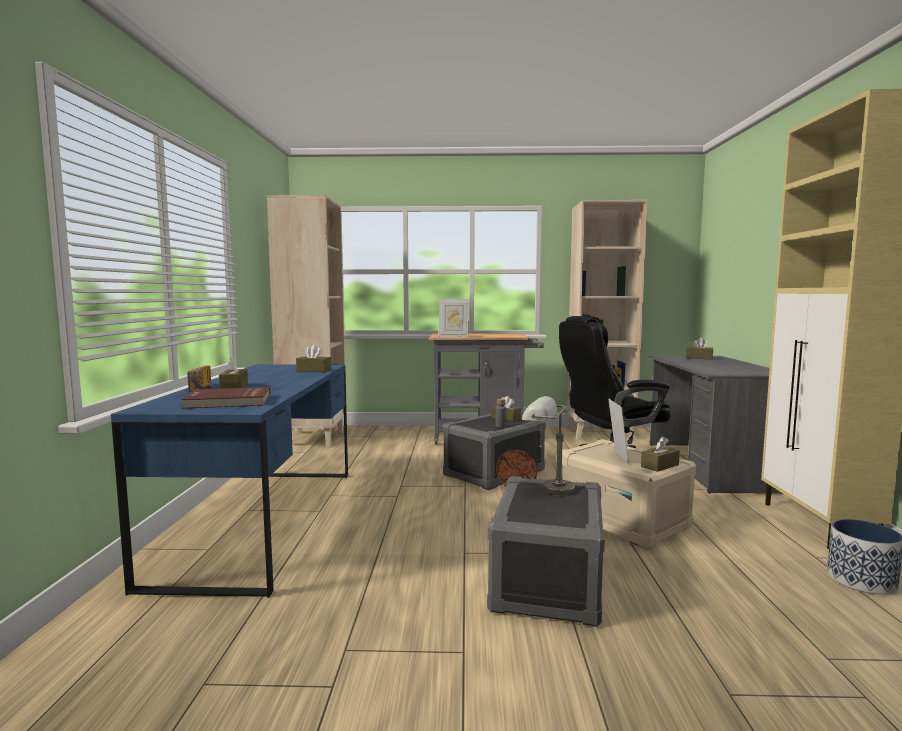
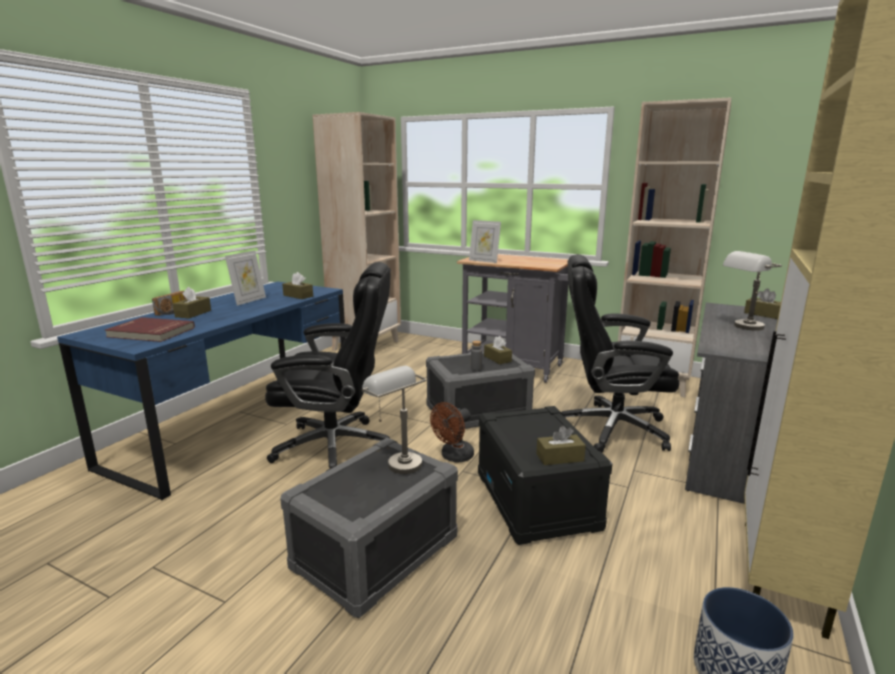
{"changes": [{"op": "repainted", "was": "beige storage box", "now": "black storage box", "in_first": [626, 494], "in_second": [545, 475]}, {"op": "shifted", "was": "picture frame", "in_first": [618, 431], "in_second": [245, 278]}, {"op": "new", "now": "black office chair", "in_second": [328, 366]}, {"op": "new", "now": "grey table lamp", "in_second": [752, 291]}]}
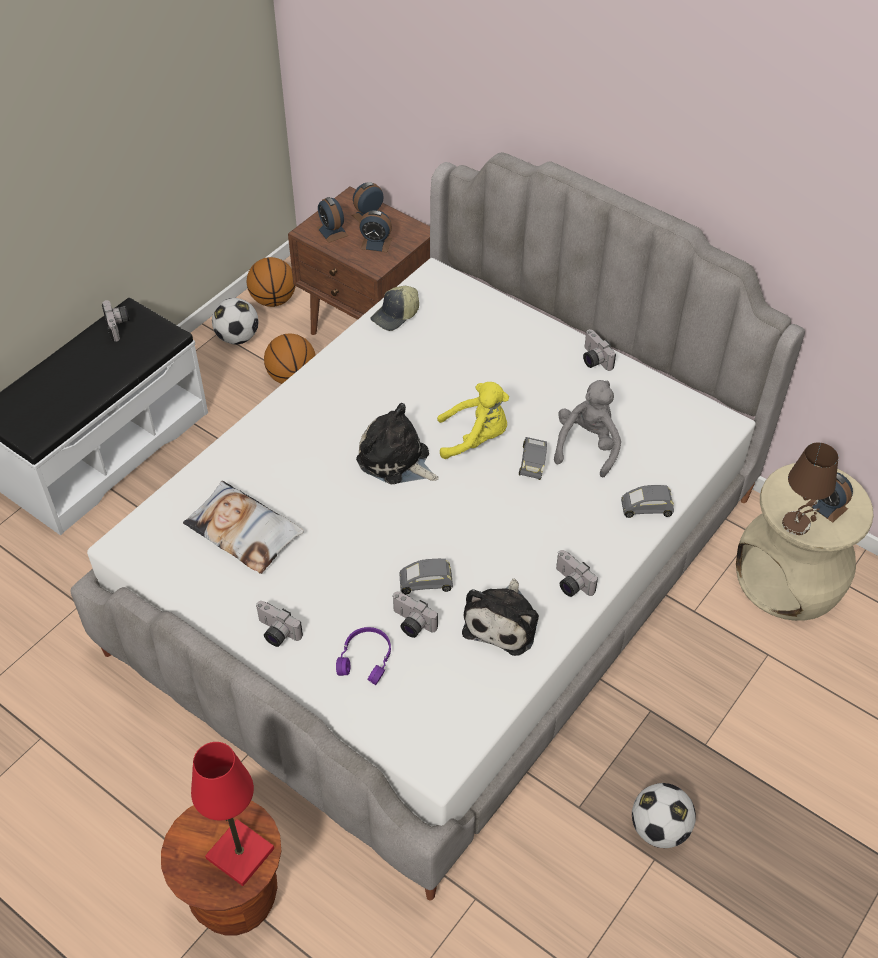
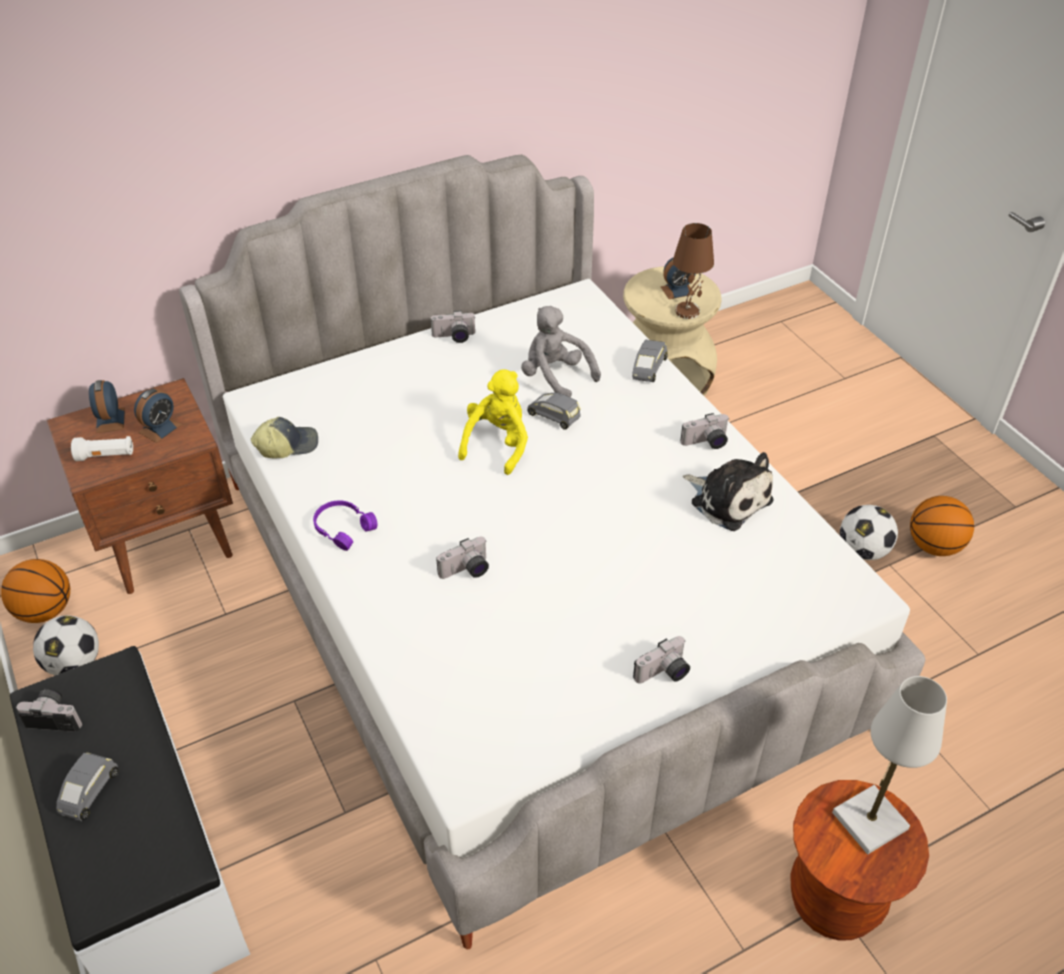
{"changes": [{"op": "gone", "was": "pillow", "in_first": [243, 527]}, {"op": "repainted", "was": "red table lamp", "now": "white table lamp", "in_first": [232, 814], "in_second": [889, 765]}, {"op": "shifted", "was": "basketball", "in_first": [290, 359], "in_second": [942, 526]}, {"op": "swapped", "was": "alarm clock", "now": "white flashlight", "in_first": [332, 220], "in_second": [102, 448]}, {"op": "shifted", "was": "purple headphones", "in_first": [363, 656], "in_second": [345, 525]}, {"op": "gone", "was": "plush toy", "in_first": [397, 443]}, {"op": "rotated", "was": "cap", "in_first": [394, 308], "in_second": [284, 438], "clockwise": -90}, {"op": "shifted", "was": "photo camera", "in_first": [415, 614], "in_second": [462, 558]}, {"op": "shifted", "was": "grey toy car", "in_first": [426, 576], "in_second": [87, 787]}]}
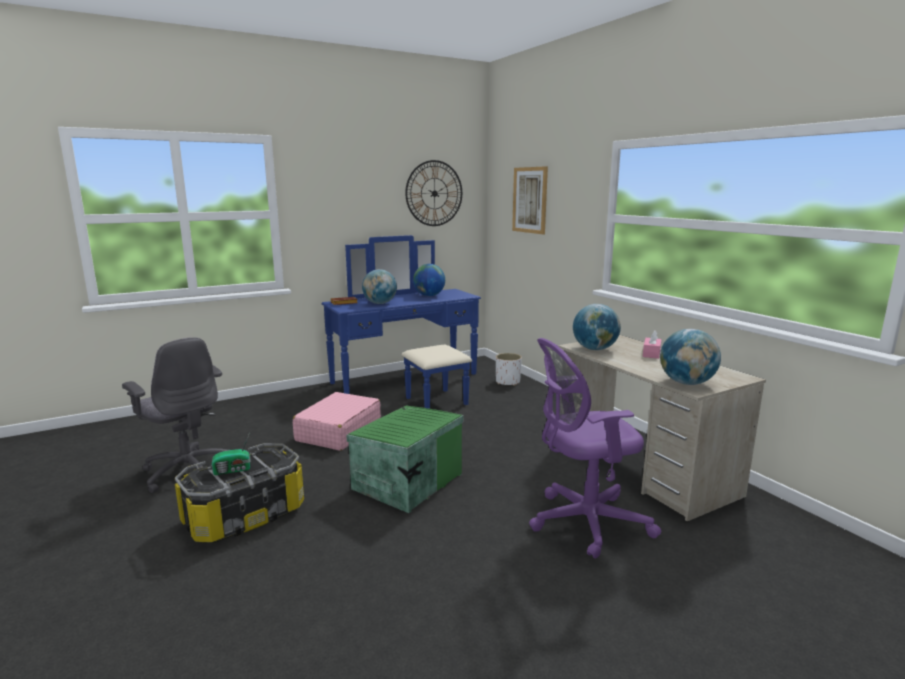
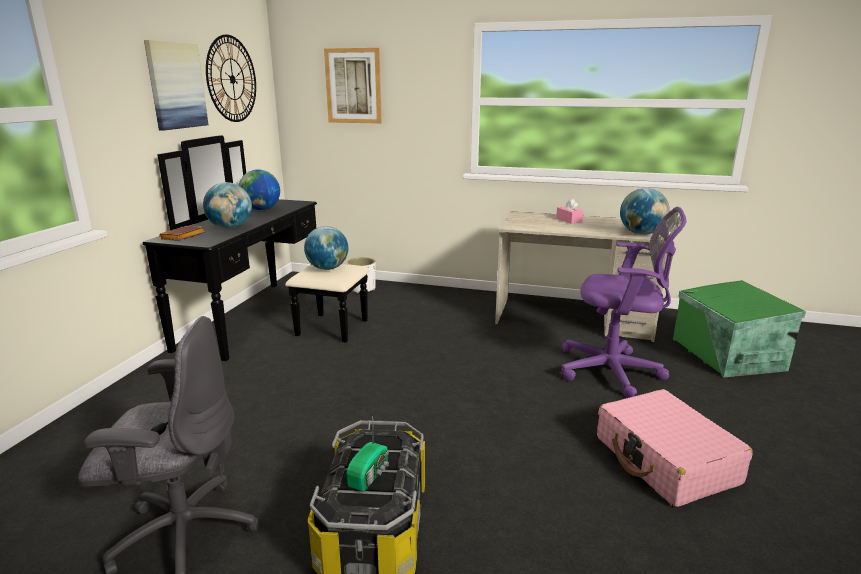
{"changes": [{"op": "shifted", "was": "pink suitcase", "in_first": [337, 421], "in_second": [675, 448]}, {"op": "repainted", "was": "blue dresser", "now": "black dresser", "in_first": [401, 322], "in_second": [256, 248]}, {"op": "shifted", "was": "green storage box", "in_first": [405, 459], "in_second": [739, 329]}, {"op": "rotated", "was": "purple office chair", "in_first": [595, 448], "in_second": [624, 302], "clockwise": -105}, {"op": "shifted", "was": "globe", "in_first": [597, 327], "in_second": [326, 248]}, {"op": "new", "now": "picture", "in_second": [176, 85]}]}
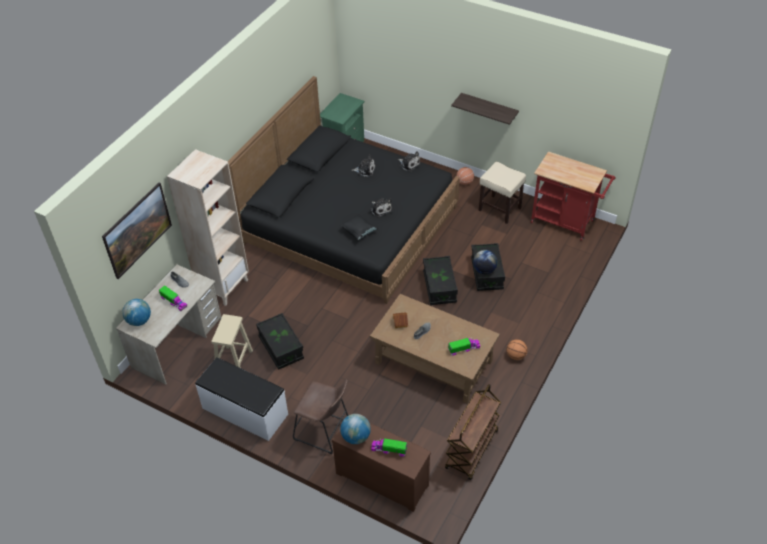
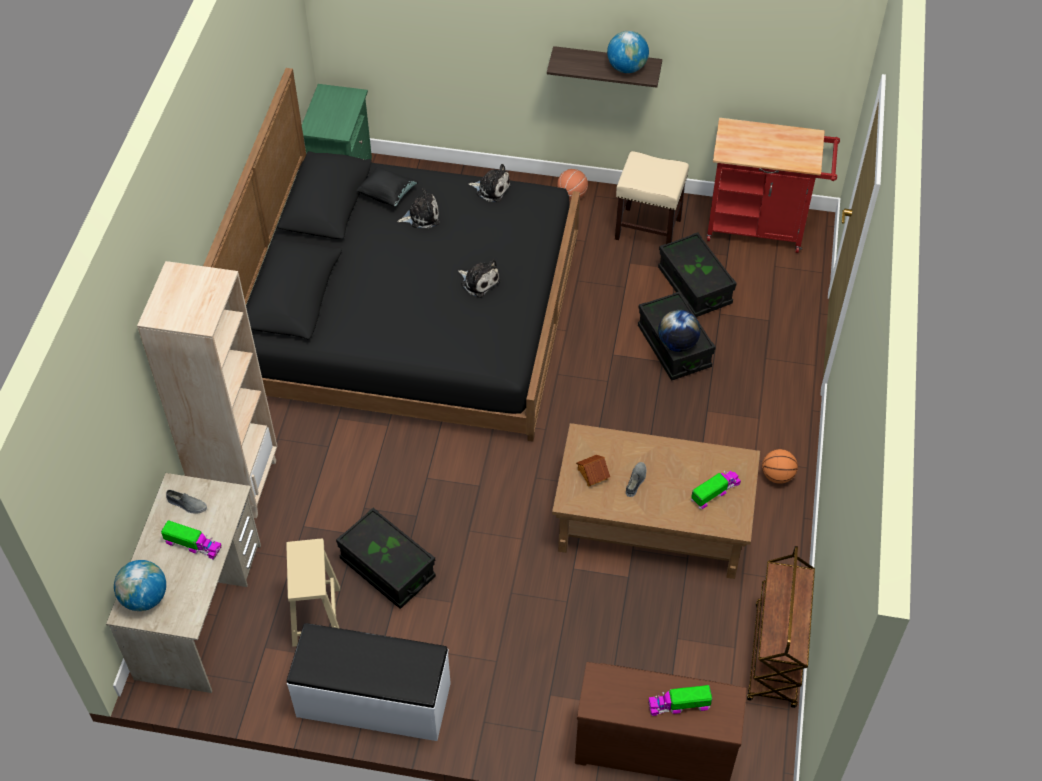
{"changes": [{"op": "gone", "was": "picture", "in_first": [137, 231]}, {"op": "gone", "was": "brown stool", "in_first": [320, 416]}, {"op": "shifted", "was": "black pillow", "in_first": [359, 227], "in_second": [387, 186]}, {"op": "shifted", "was": "globe", "in_first": [355, 429], "in_second": [628, 52]}, {"op": "shifted", "was": "black storage box", "in_first": [440, 280], "in_second": [697, 274]}]}
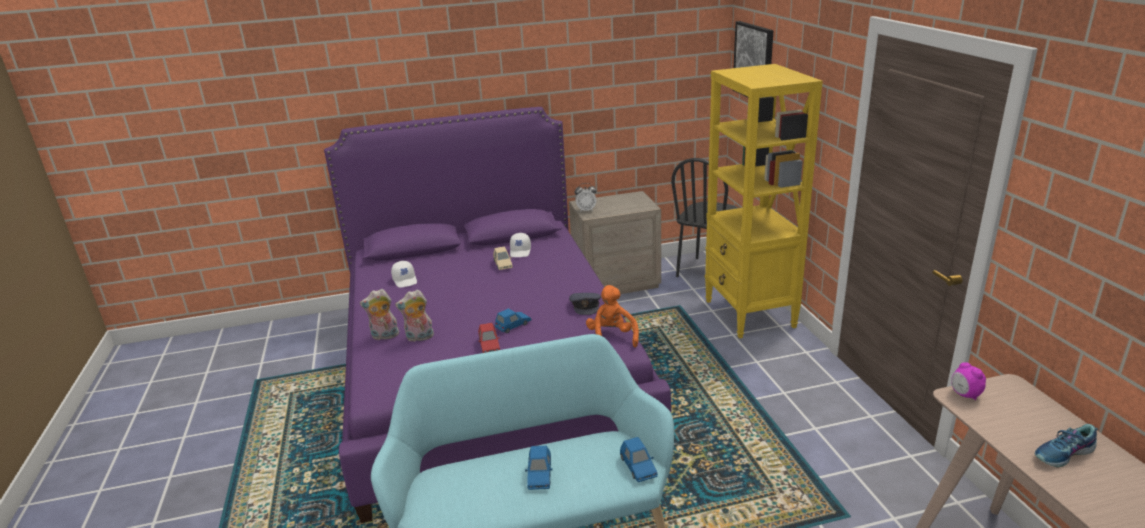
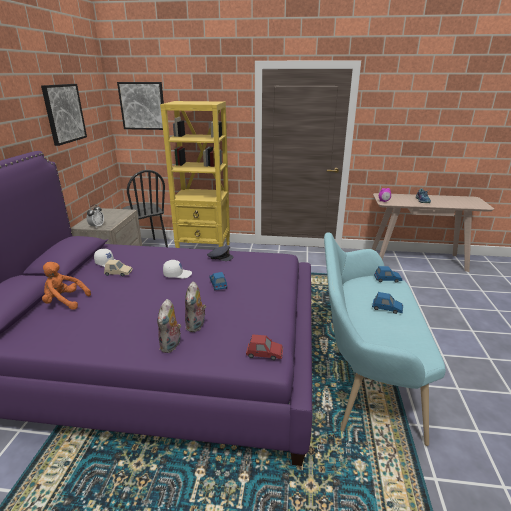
{"changes": [{"op": "shifted", "was": "white cap", "in_first": [404, 274], "in_second": [177, 269]}, {"op": "shifted", "was": "red toy car", "in_first": [489, 338], "in_second": [264, 347]}, {"op": "shifted", "was": "orange plush toy", "in_first": [612, 316], "in_second": [66, 286]}, {"op": "new", "now": "picture", "in_second": [64, 115]}]}
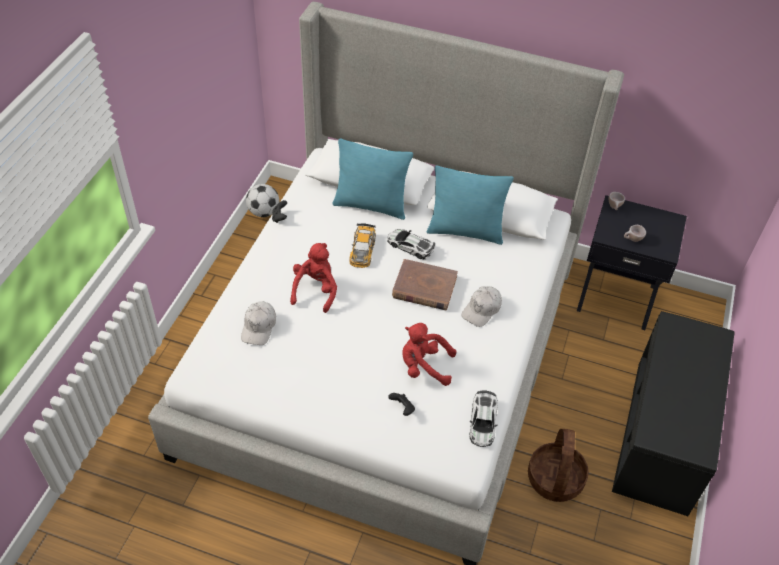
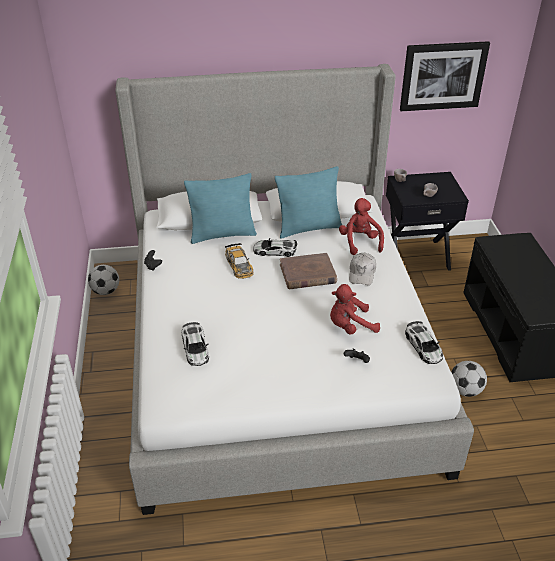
{"changes": [{"op": "swapped", "was": "white cap", "now": "toy car", "in_first": [258, 323], "in_second": [195, 344]}, {"op": "shifted", "was": "red plush toy", "in_first": [313, 278], "in_second": [361, 226]}, {"op": "swapped", "was": "basket", "now": "football", "in_first": [558, 465], "in_second": [469, 379]}, {"op": "new", "now": "picture", "in_second": [445, 76]}]}
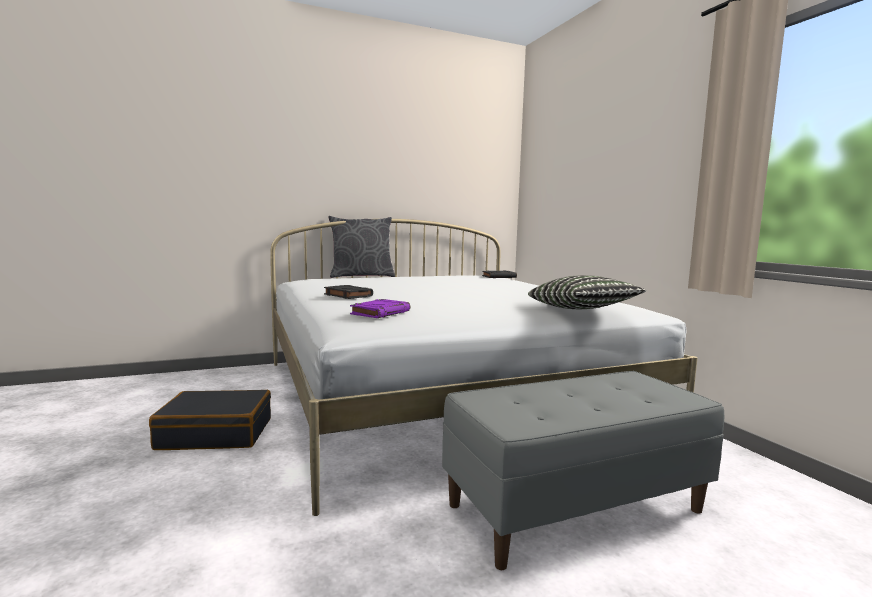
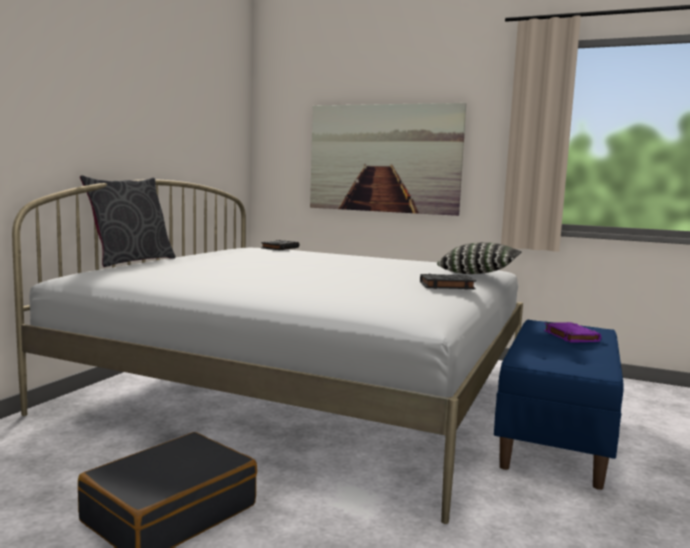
{"changes": [{"op": "shifted", "was": "black book", "in_first": [348, 292], "in_second": [448, 282]}, {"op": "shifted", "was": "purple book", "in_first": [380, 308], "in_second": [572, 332]}, {"op": "repainted", "was": "grey bench", "now": "blue bench", "in_first": [583, 470], "in_second": [558, 405]}, {"op": "new", "now": "picture", "in_second": [388, 159]}]}
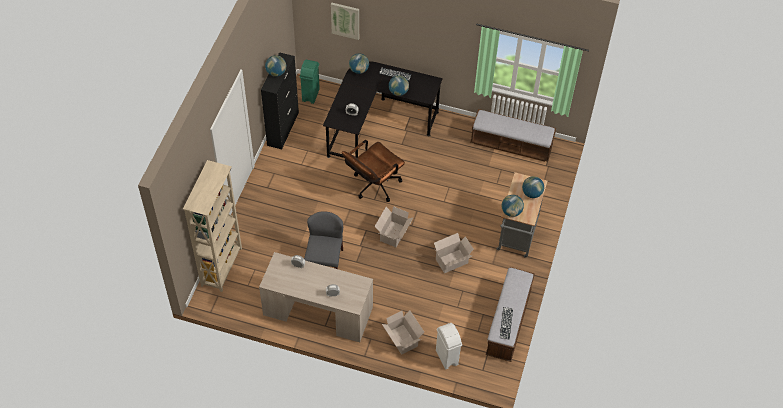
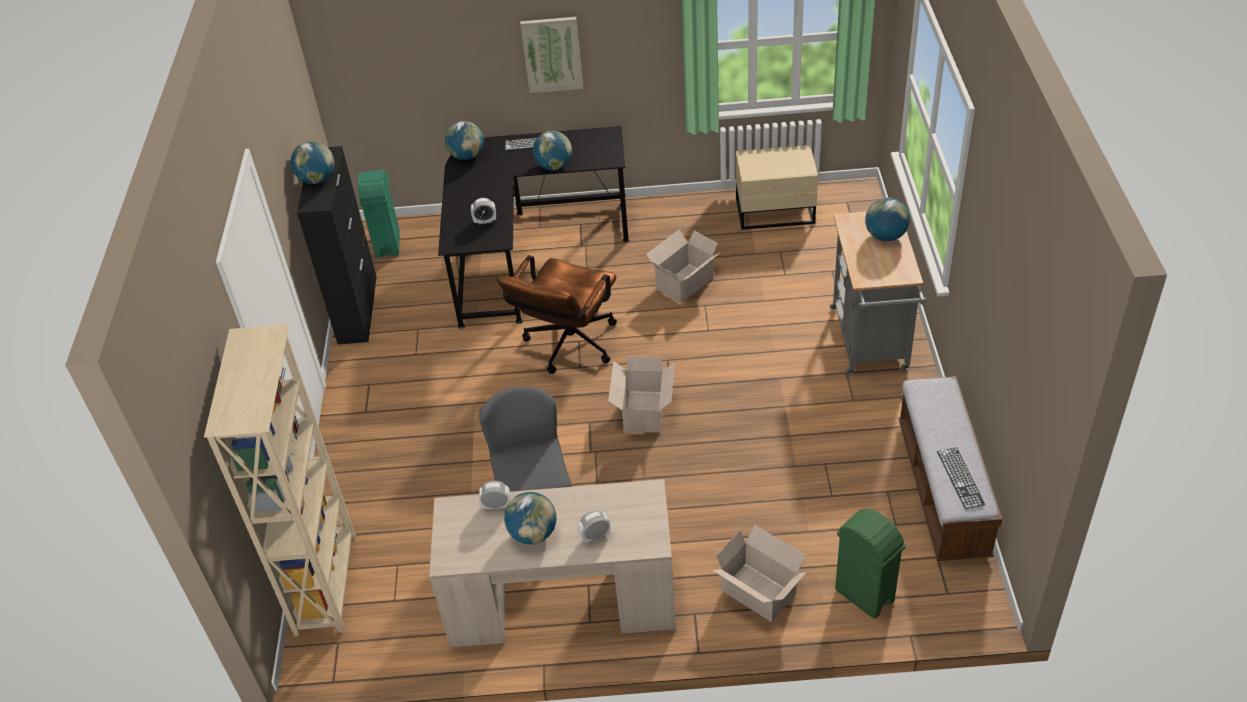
{"changes": [{"op": "shifted", "was": "picture", "in_first": [345, 21], "in_second": [551, 55]}, {"op": "shifted", "was": "cardboard box", "in_first": [454, 253], "in_second": [683, 266]}, {"op": "repainted", "was": "white trash can", "now": "green trash can", "in_first": [449, 346], "in_second": [870, 564]}, {"op": "swapped", "was": "bench", "now": "beige nightstand", "in_first": [513, 135], "in_second": [777, 187]}, {"op": "shifted", "was": "globe", "in_first": [513, 206], "in_second": [530, 518]}]}
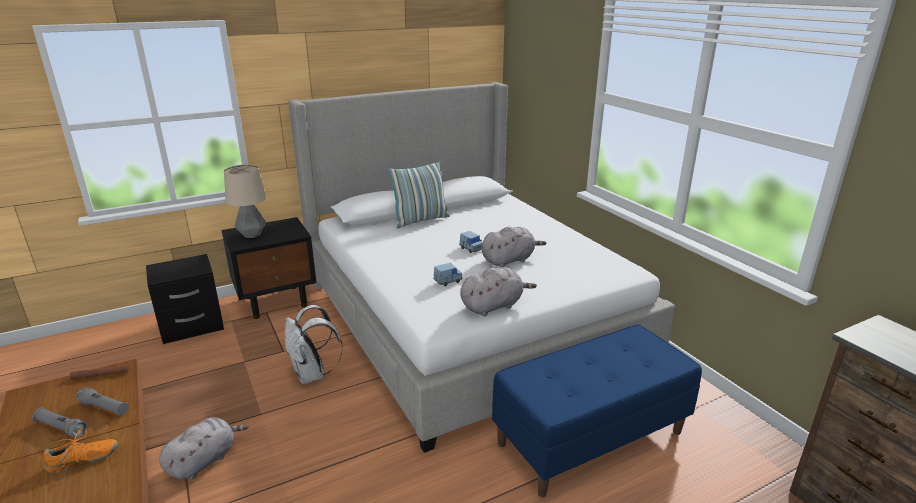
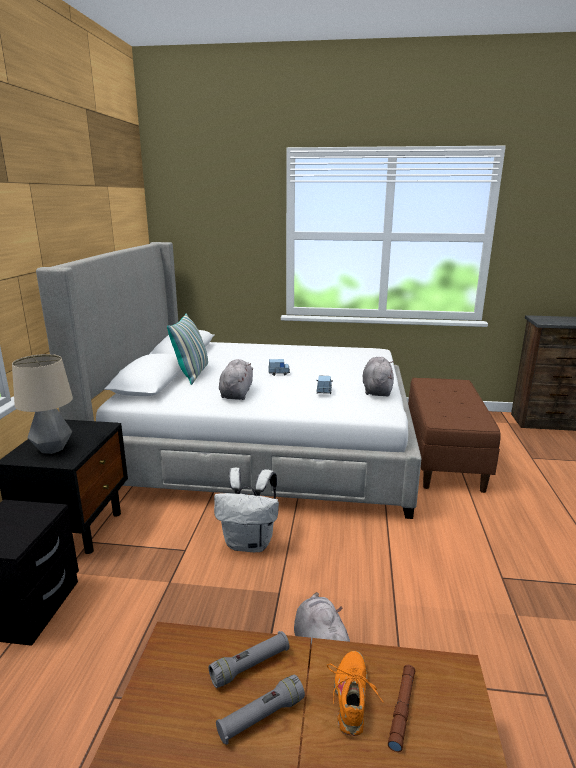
{"changes": [{"op": "shifted", "was": "brown flashlight", "in_first": [100, 372], "in_second": [401, 708]}, {"op": "shifted", "was": "grey plush toy", "in_first": [514, 247], "in_second": [236, 379]}, {"op": "repainted", "was": "blue bench", "now": "brown bench", "in_first": [597, 411], "in_second": [454, 435]}]}
